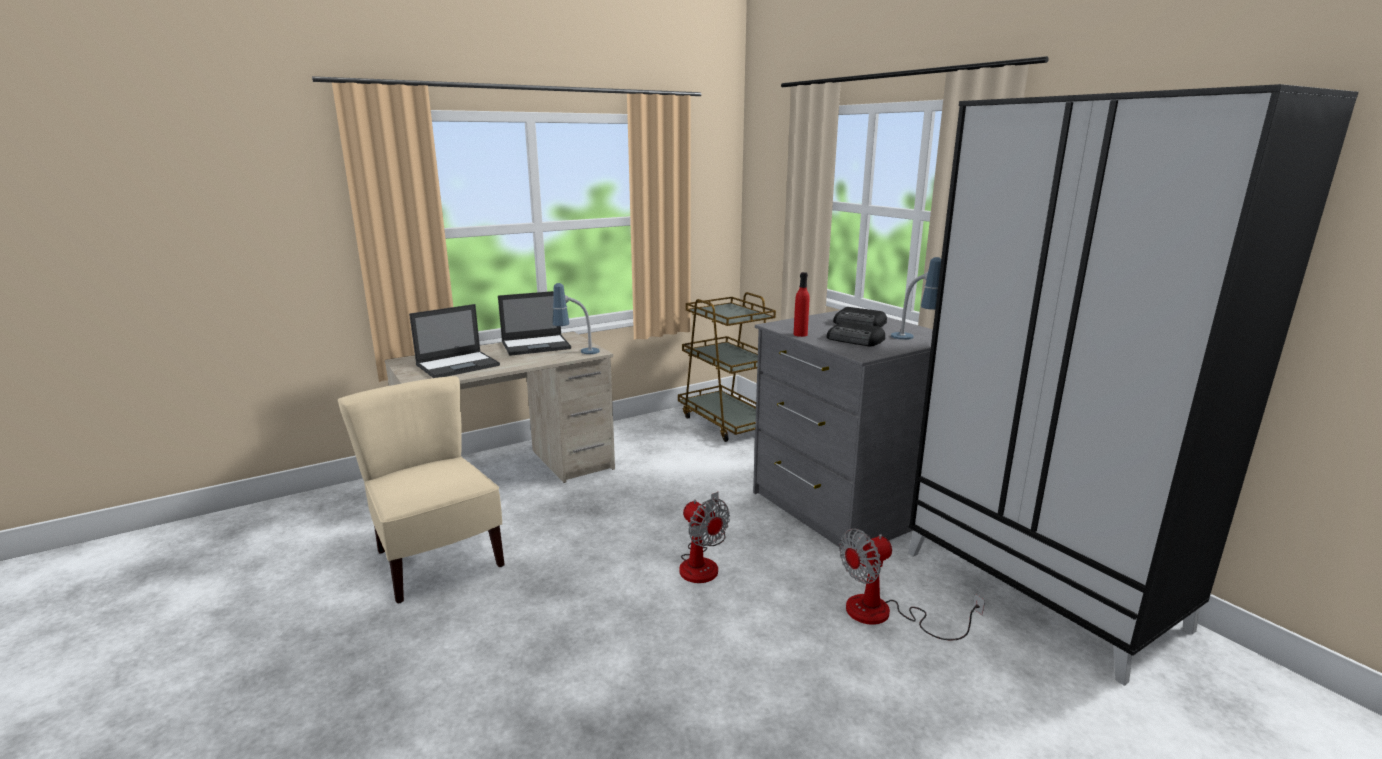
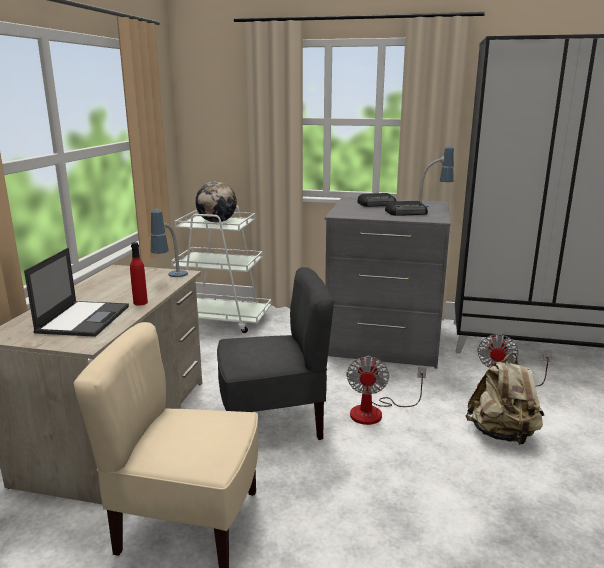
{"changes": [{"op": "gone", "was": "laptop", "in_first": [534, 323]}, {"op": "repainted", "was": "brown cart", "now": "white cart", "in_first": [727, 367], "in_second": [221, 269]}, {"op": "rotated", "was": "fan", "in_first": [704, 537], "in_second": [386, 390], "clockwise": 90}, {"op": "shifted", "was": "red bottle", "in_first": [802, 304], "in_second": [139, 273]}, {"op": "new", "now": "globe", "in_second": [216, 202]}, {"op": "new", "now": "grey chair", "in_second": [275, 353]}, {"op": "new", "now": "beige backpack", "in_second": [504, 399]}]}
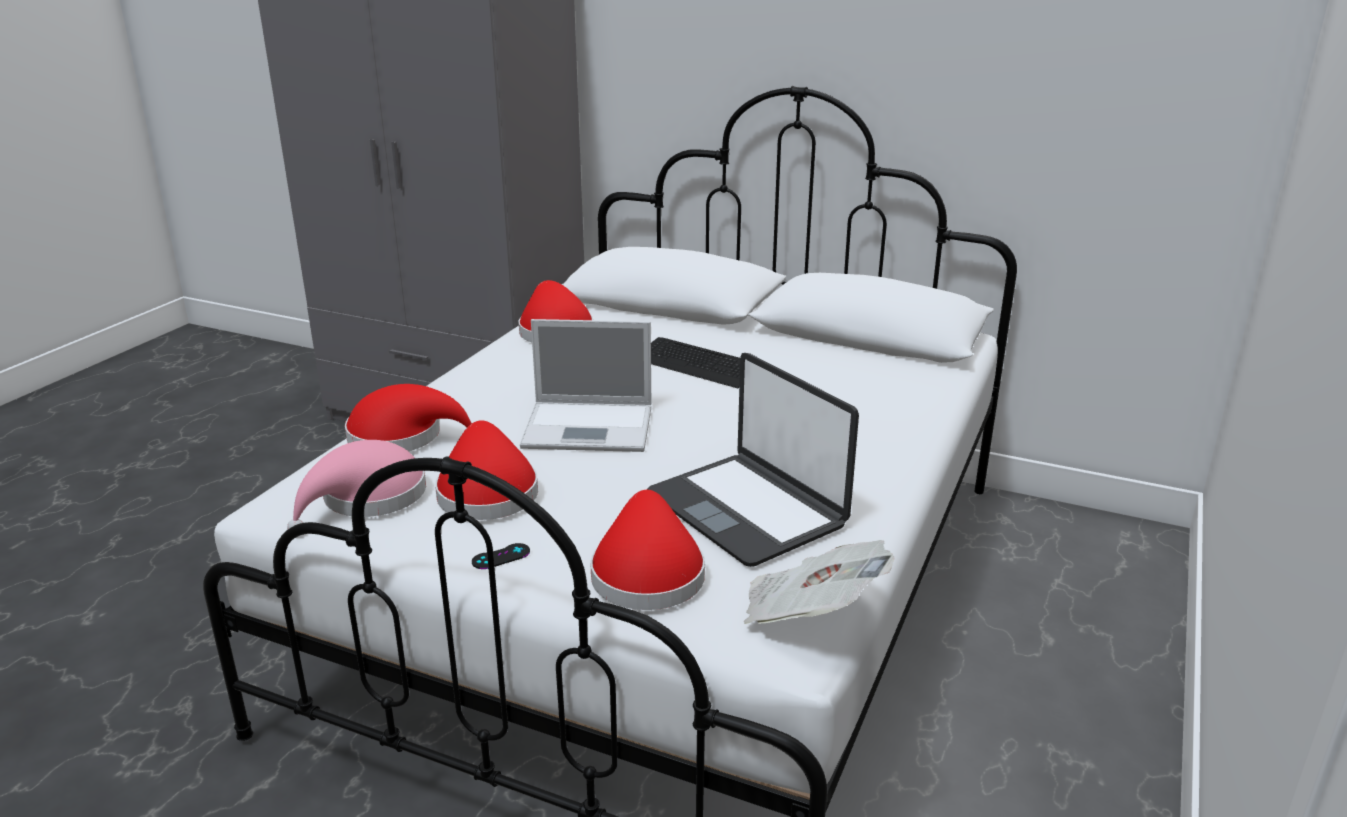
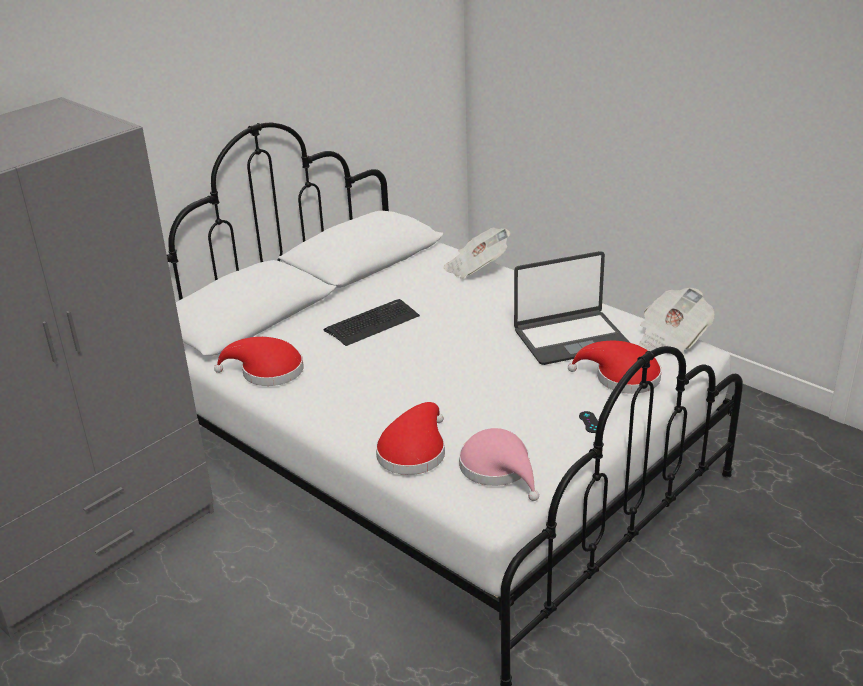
{"changes": [{"op": "gone", "was": "red hat", "in_first": [486, 470]}, {"op": "gone", "was": "laptop", "in_first": [585, 385]}, {"op": "new", "now": "newspaper", "in_second": [477, 253]}]}
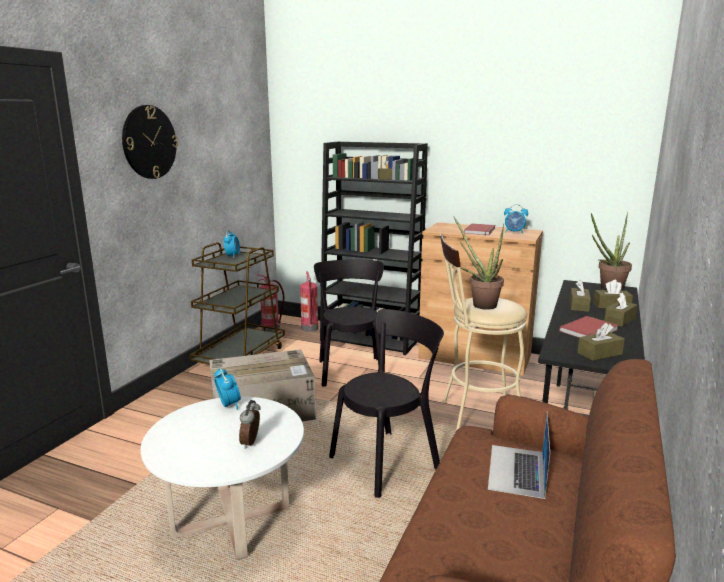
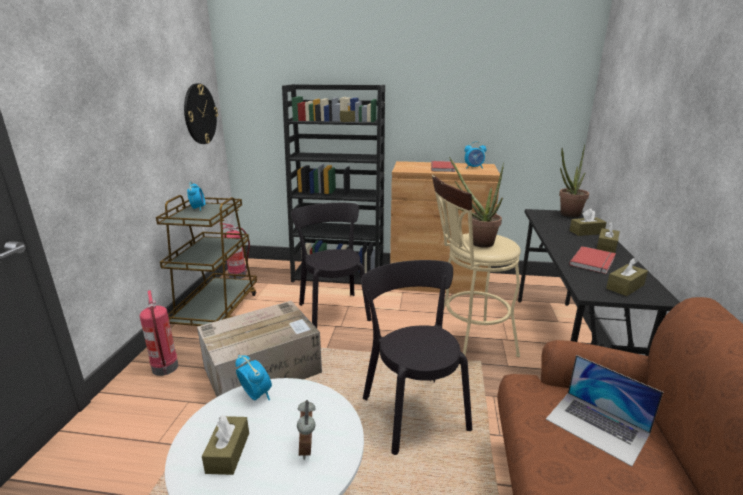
{"changes": [{"op": "shifted", "was": "wall clock", "in_first": [150, 142], "in_second": [201, 113]}, {"op": "shifted", "was": "fire extinguisher", "in_first": [309, 302], "in_second": [159, 333]}, {"op": "rotated", "was": "black chair", "in_first": [386, 403], "in_second": [416, 357], "clockwise": -60}, {"op": "rotated", "was": "laptop", "in_first": [519, 456], "in_second": [604, 410], "clockwise": -45}, {"op": "shifted", "was": "brown tissue box", "in_first": [580, 296], "in_second": [225, 445]}]}
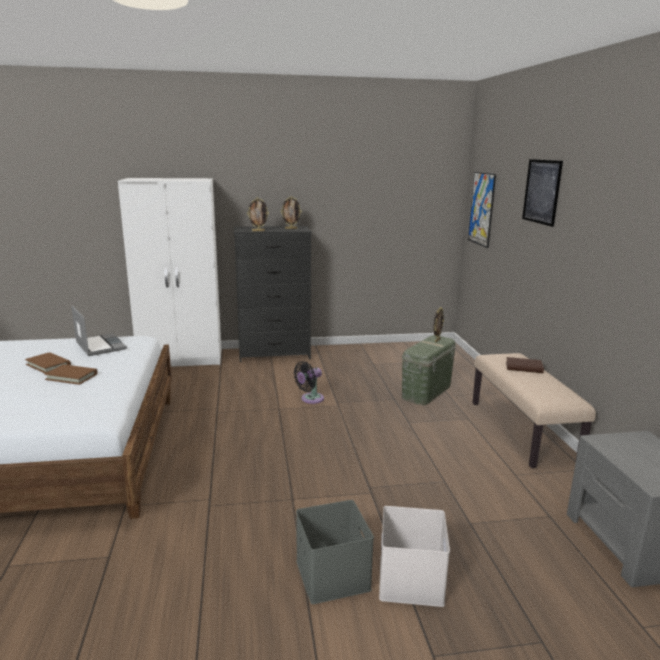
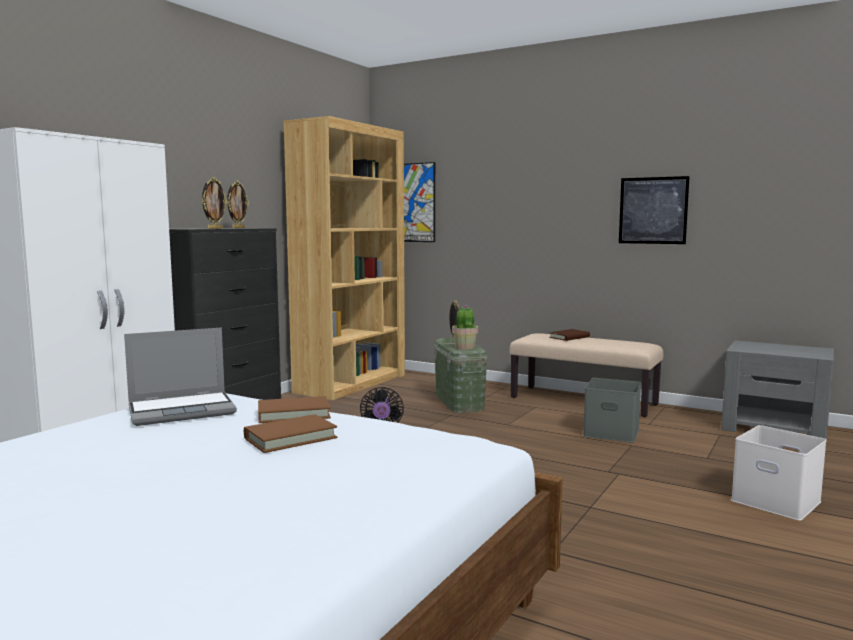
{"changes": [{"op": "shifted", "was": "brown book", "in_first": [48, 362], "in_second": [294, 409]}, {"op": "rotated", "was": "laptop", "in_first": [99, 331], "in_second": [180, 377], "clockwise": 150}, {"op": "shifted", "was": "grey storage box", "in_first": [335, 552], "in_second": [612, 410]}, {"op": "shifted", "was": "picture", "in_first": [542, 193], "in_second": [654, 210]}, {"op": "new", "now": "brown bookcase", "in_second": [344, 258]}, {"op": "new", "now": "potted plant", "in_second": [465, 327]}]}
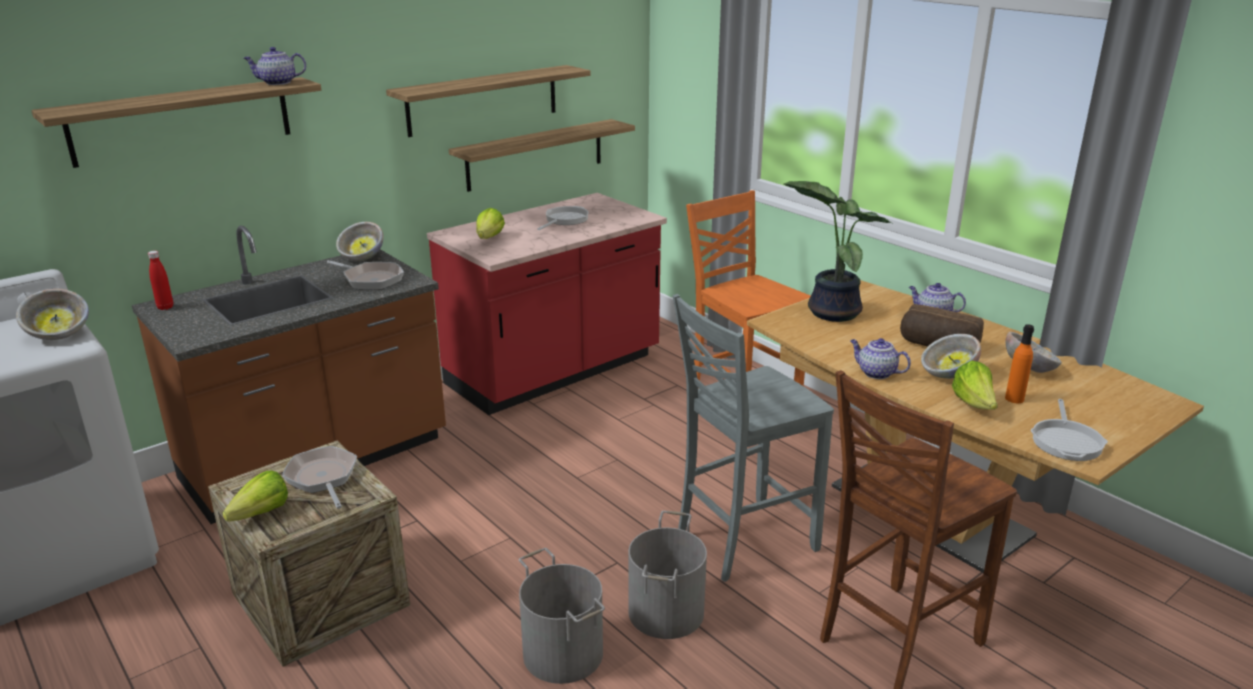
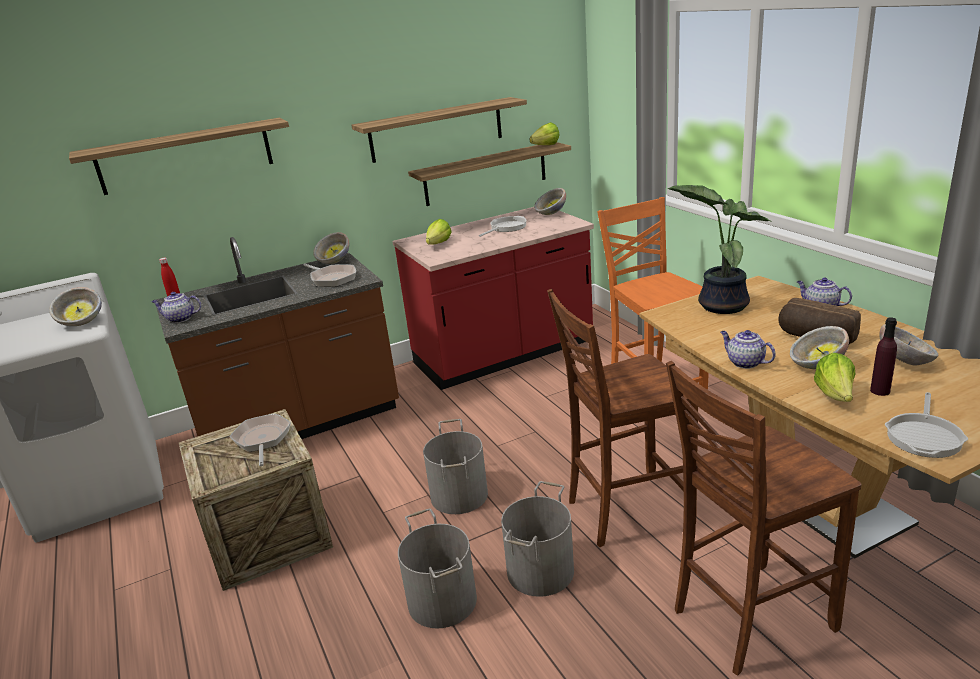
{"changes": [{"op": "shifted", "was": "lettuce", "in_first": [255, 496], "in_second": [544, 133]}, {"op": "shifted", "was": "teapot", "in_first": [275, 66], "in_second": [176, 307]}, {"op": "repainted", "was": "grey chair", "now": "brown chair", "in_first": [753, 438], "in_second": [622, 418]}, {"op": "repainted", "was": "orange bottle", "now": "purple bottle", "in_first": [1019, 363], "in_second": [883, 356]}, {"op": "new", "now": "grey bucket", "in_second": [455, 466]}, {"op": "new", "now": "bowl", "in_second": [550, 201]}]}
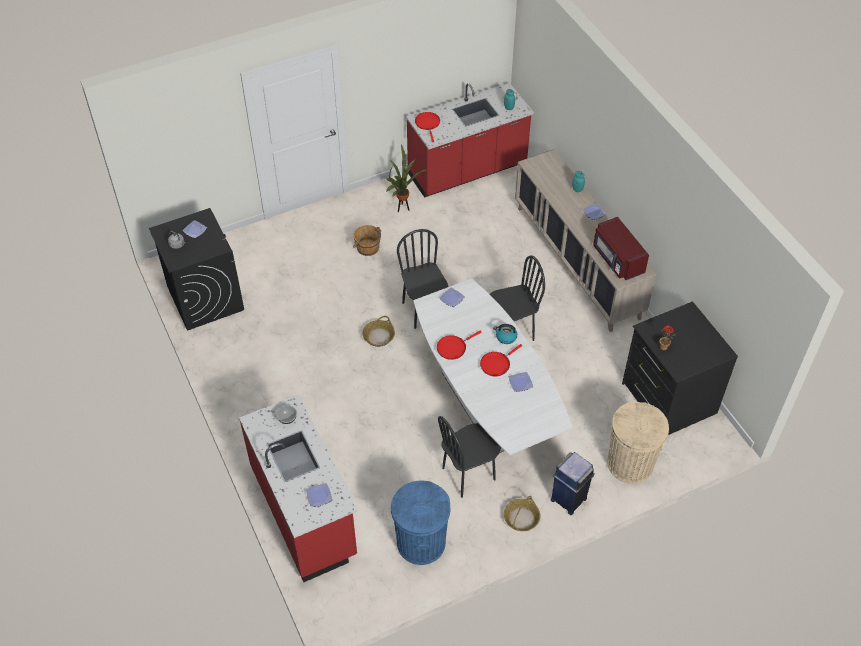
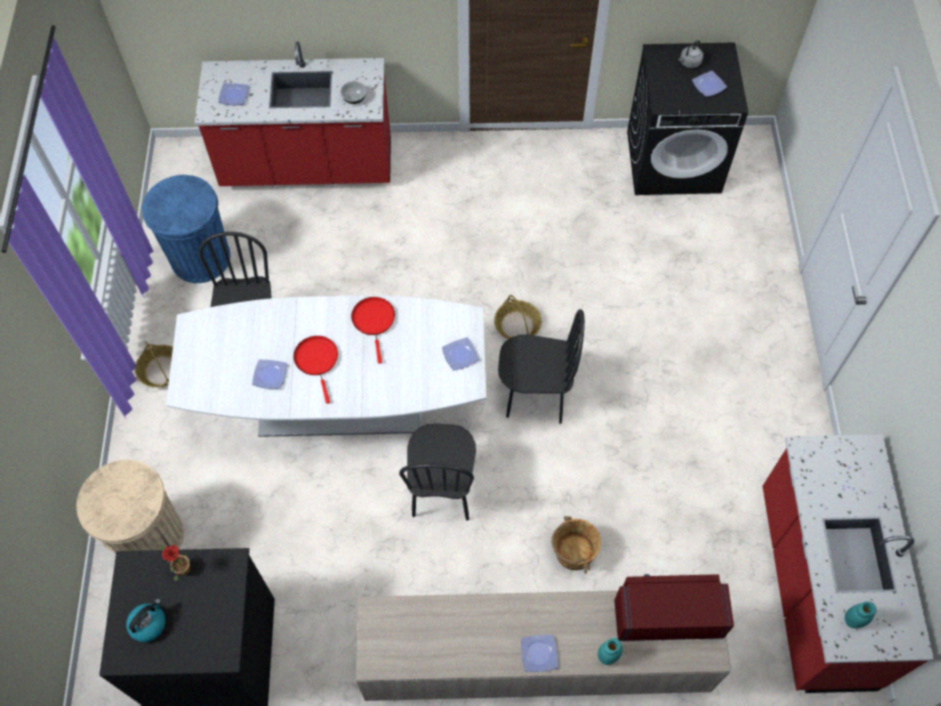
{"changes": [{"op": "shifted", "was": "brown bucket", "in_first": [367, 240], "in_second": [576, 545]}, {"op": "gone", "was": "potted plant", "in_first": [406, 178]}, {"op": "gone", "was": "red frying pan", "in_first": [427, 127]}, {"op": "shifted", "was": "kettle", "in_first": [505, 334], "in_second": [145, 620]}, {"op": "gone", "was": "blue trash can", "in_first": [572, 483]}, {"op": "shifted", "was": "red microwave", "in_first": [621, 248], "in_second": [674, 607]}]}
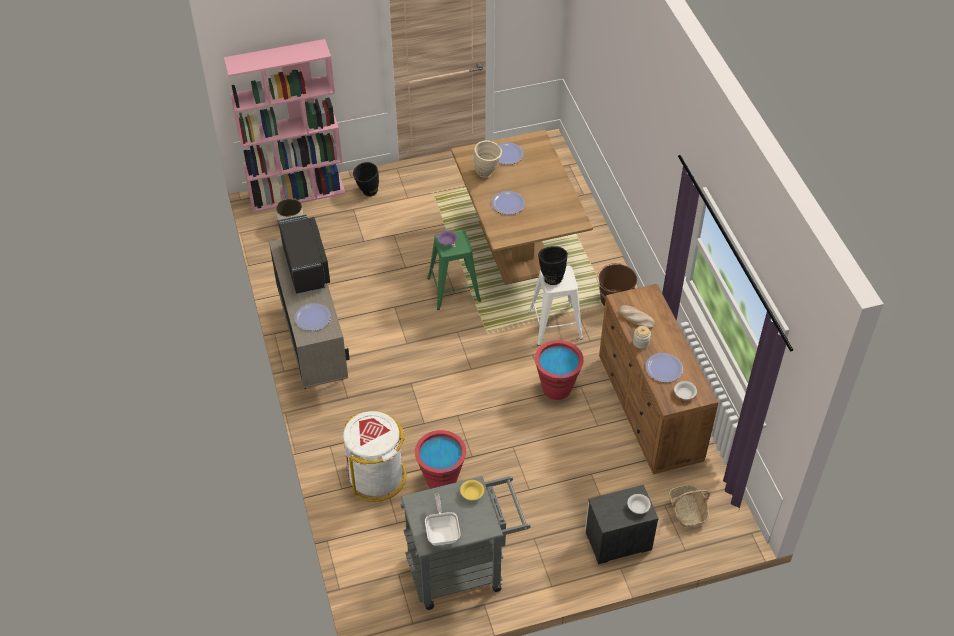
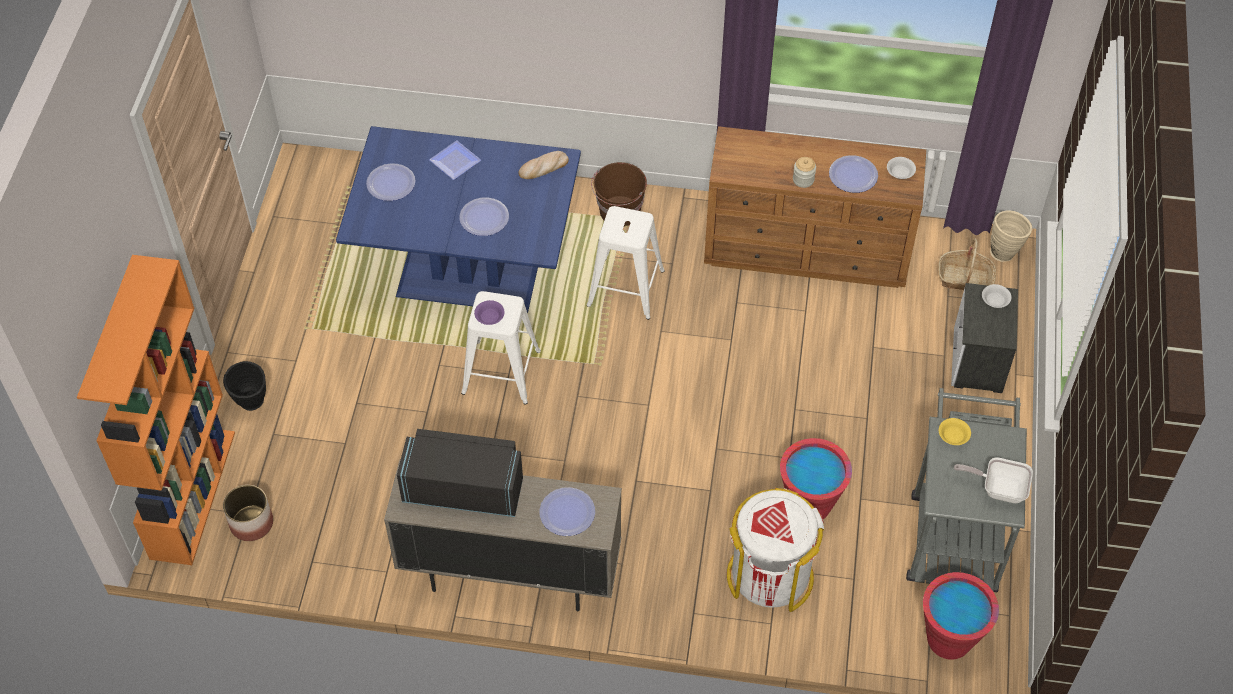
{"changes": [{"op": "repainted", "was": "pink bookcase", "now": "orange bookcase", "in_first": [285, 125], "in_second": [156, 410]}, {"op": "repainted", "was": "green stool", "now": "white stool", "in_first": [454, 270], "in_second": [501, 347]}, {"op": "repainted", "was": "brown dining table", "now": "blue dining table", "in_first": [522, 207], "in_second": [458, 219]}, {"op": "shifted", "was": "beige vase", "in_first": [488, 159], "in_second": [1011, 236]}, {"op": "shifted", "was": "red bucket", "in_first": [559, 370], "in_second": [961, 616]}, {"op": "gone", "was": "black vase", "in_first": [553, 265]}, {"op": "shifted", "was": "bread", "in_first": [637, 317], "in_second": [543, 165]}, {"op": "new", "now": "plate", "in_second": [455, 160]}]}
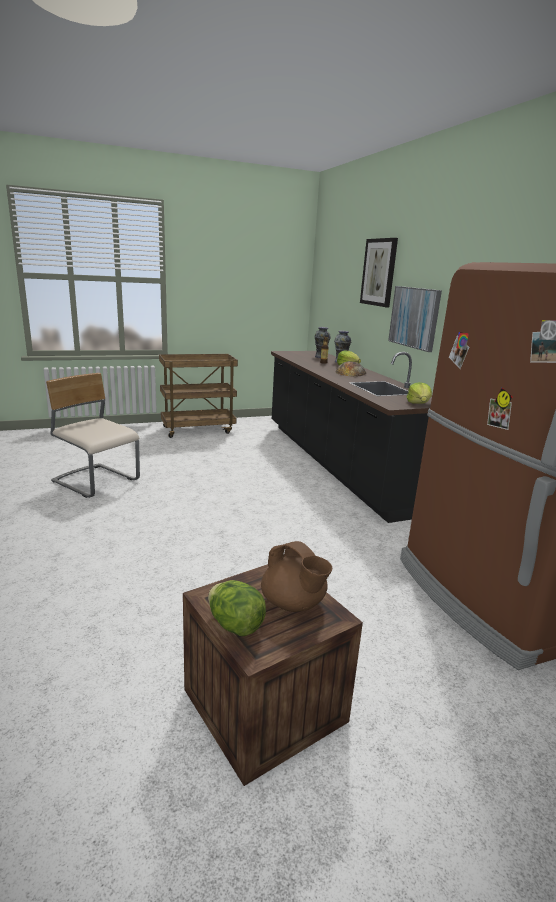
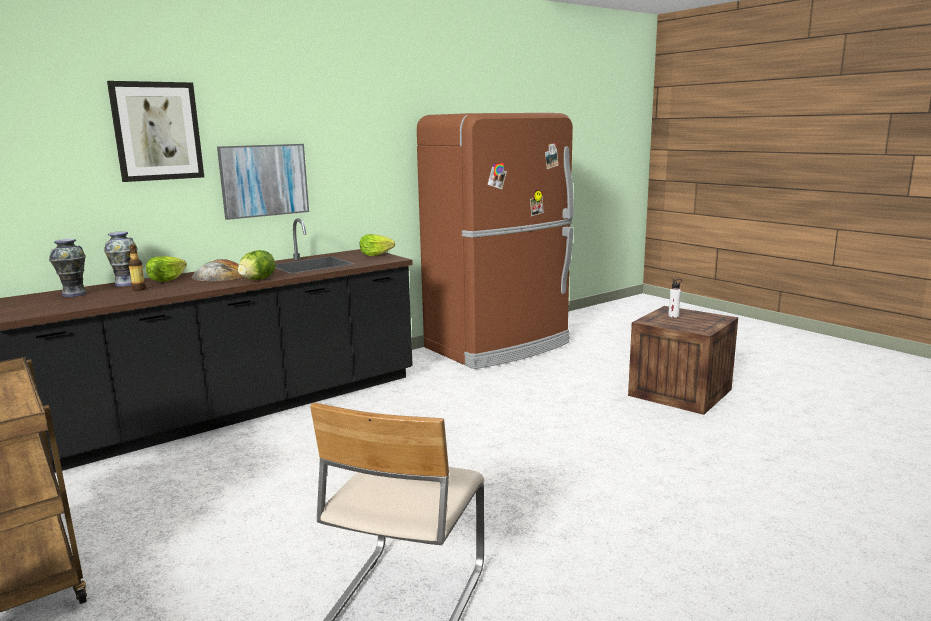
{"changes": [{"op": "shifted", "was": "lettuce", "in_first": [237, 608], "in_second": [256, 265]}, {"op": "swapped", "was": "brown teapot", "now": "white bottle", "in_first": [296, 576], "in_second": [675, 298]}]}
